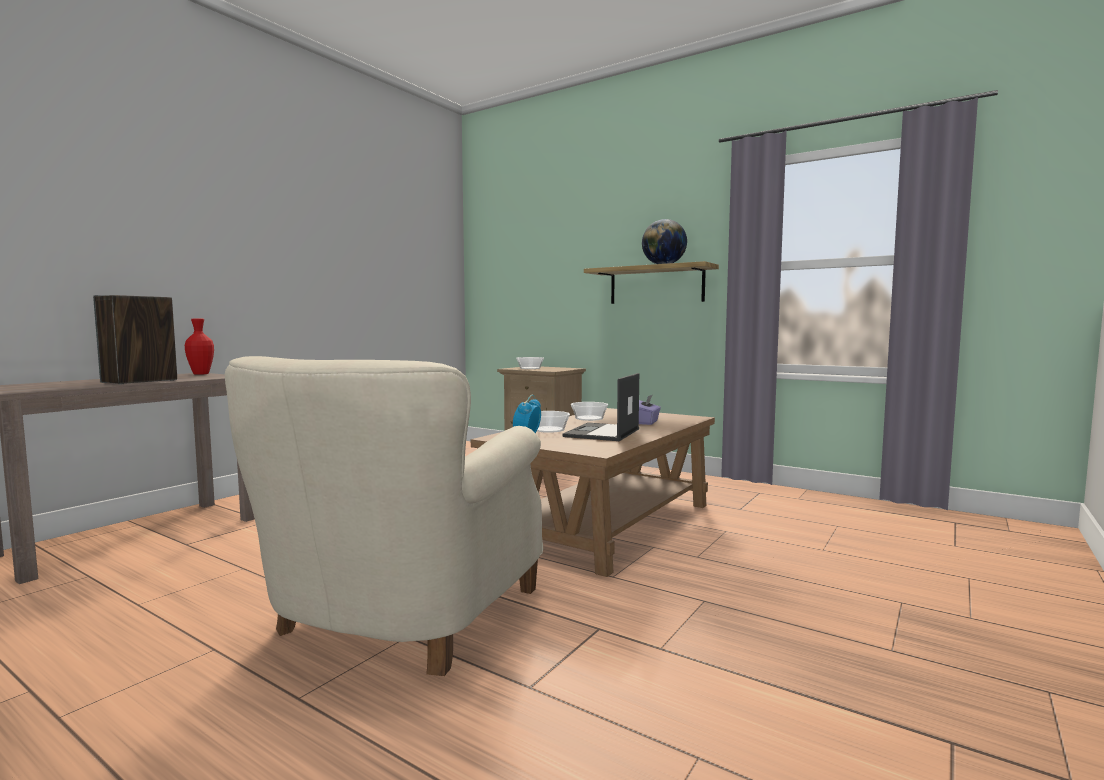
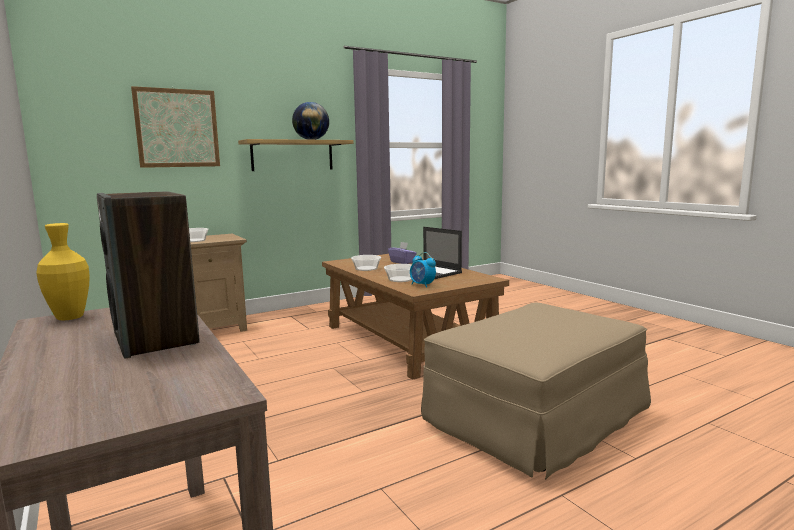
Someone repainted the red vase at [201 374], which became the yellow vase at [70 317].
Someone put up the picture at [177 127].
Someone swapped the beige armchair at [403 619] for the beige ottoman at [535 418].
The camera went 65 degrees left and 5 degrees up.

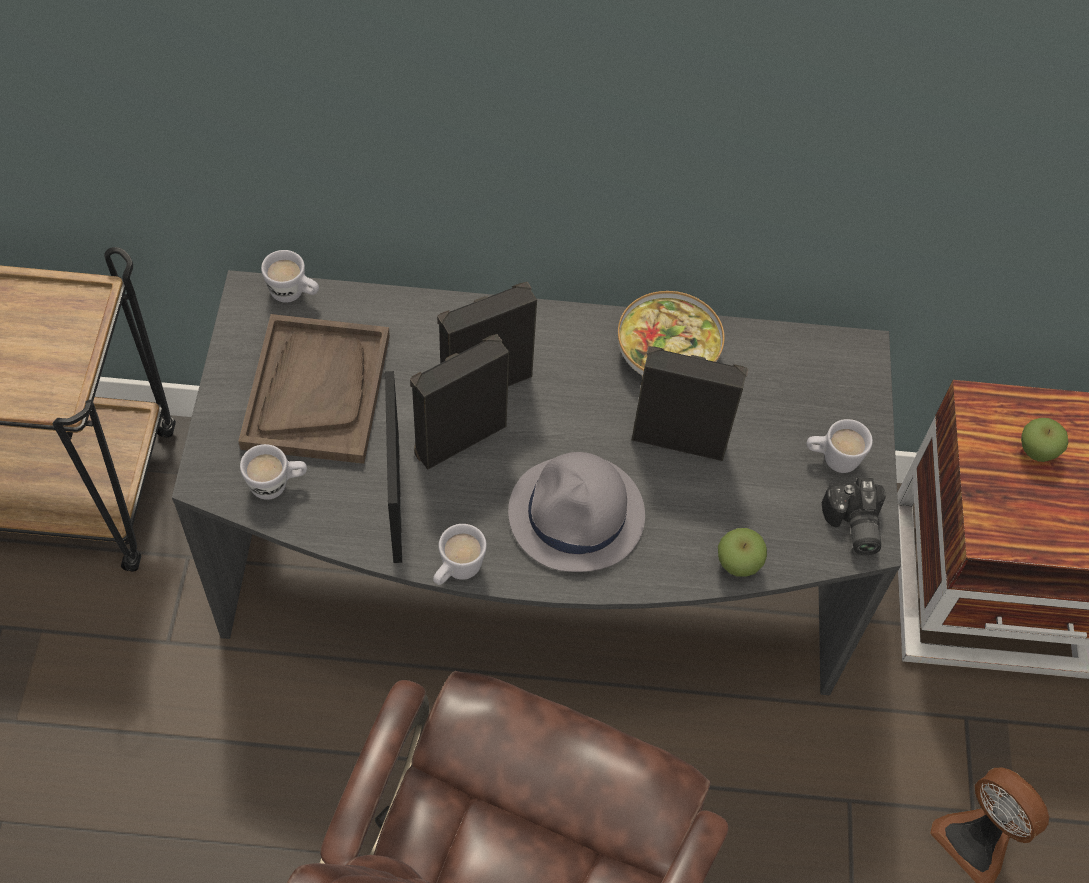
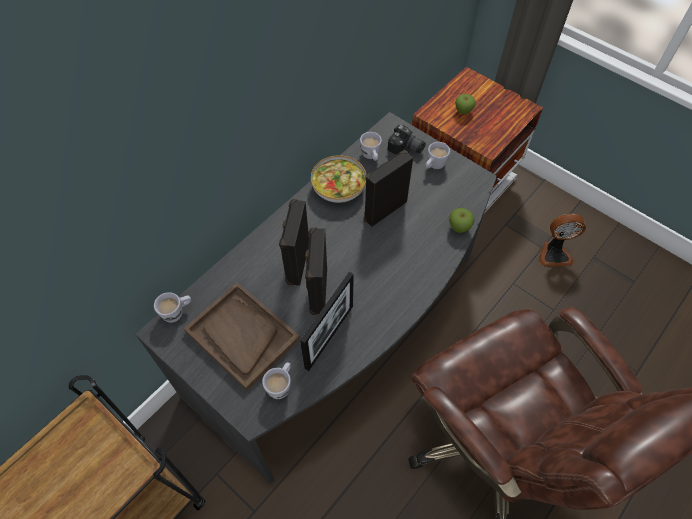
Someone rotated the picture frame at [396 498] by 90 degrees counterclockwise.
Someone carried the white mug from [456 571] to [371 156].
Someone carried the photo camera from [852 526] to [406 148].
Someone took away the grey hat at [577 515].
The camera went 50 degrees left and 0 degrees up.

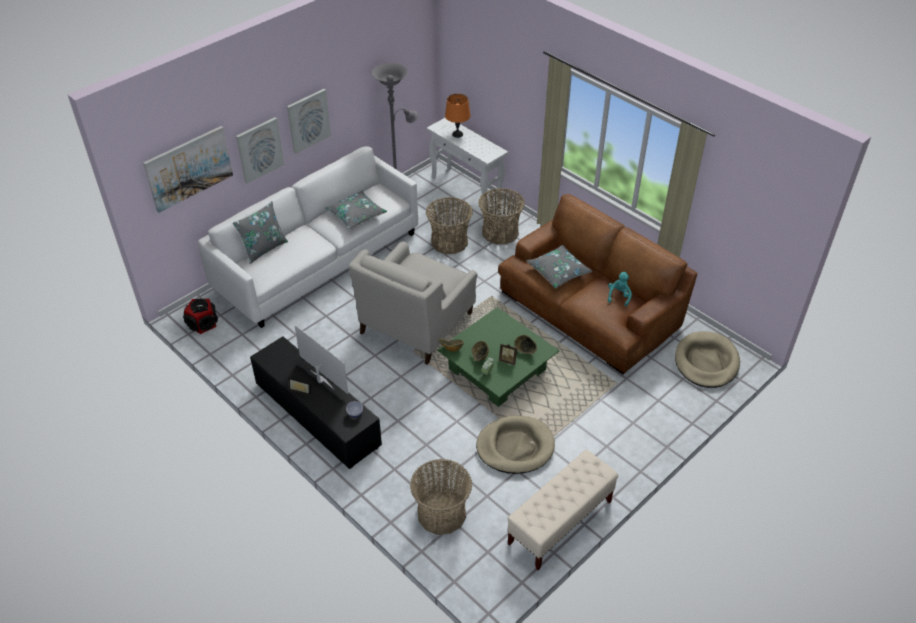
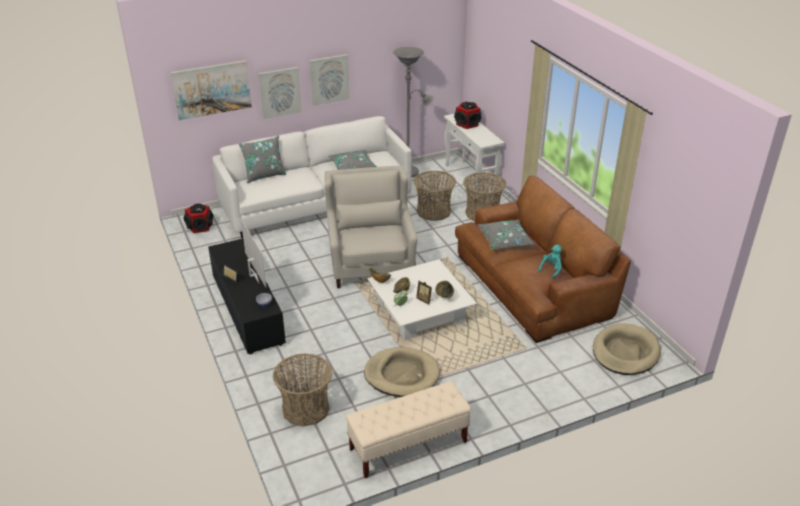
Someone rotated the white armchair at [416 322] by 120 degrees clockwise.
Someone repainted the green coffee table at [498 369], which became the white coffee table at [421 312].
Someone swapped the orange table lamp at [457 134] for the speaker at [467 124].
The camera went 20 degrees right and 10 degrees down.

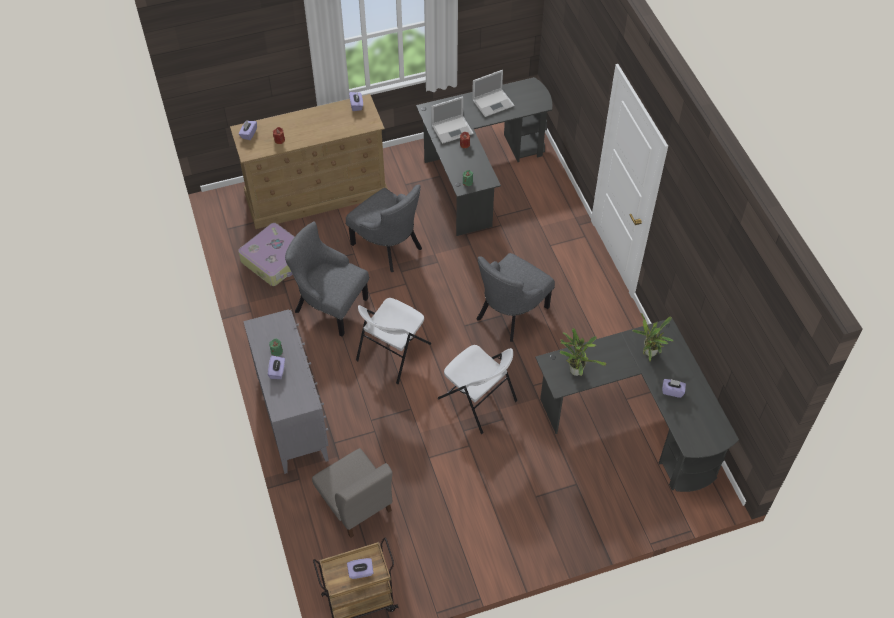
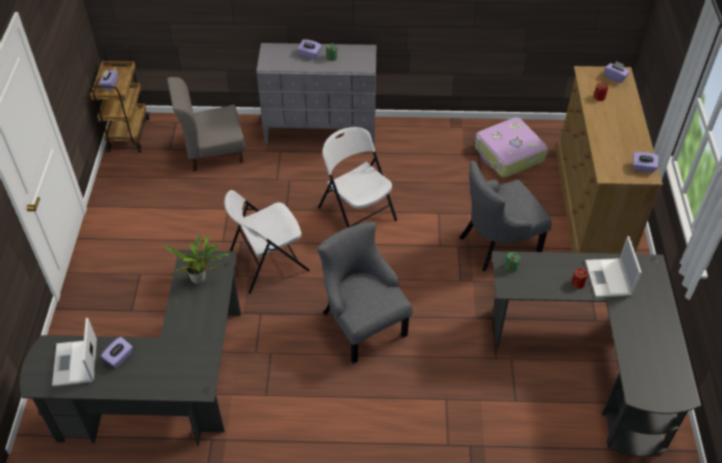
Someone carried the laptop from [493 102] to [75 364].
Someone took away the grey armchair at [331 307].
Someone took away the potted plant at [649 353].
The camera went 110 degrees right and 5 degrees down.

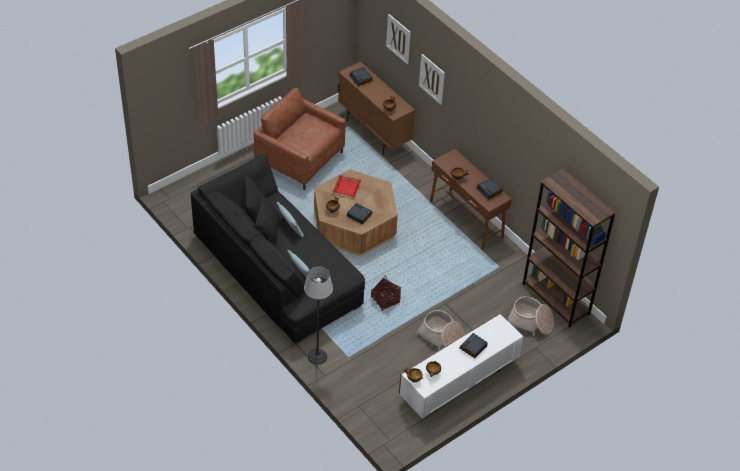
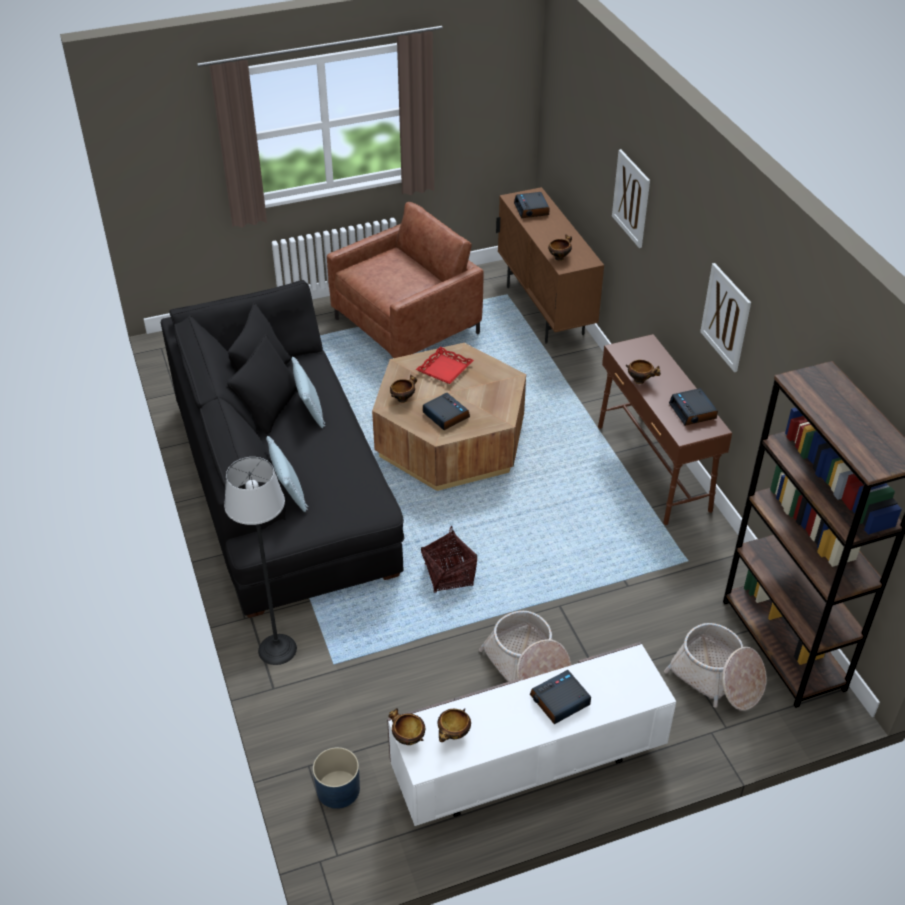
Someone put down the blue planter at [337 789].
Someone rotated the brown armchair at [300 159] by 90 degrees clockwise.
Someone carried the picture from [398 38] to [726 317].
The camera went 20 degrees right and 5 degrees down.

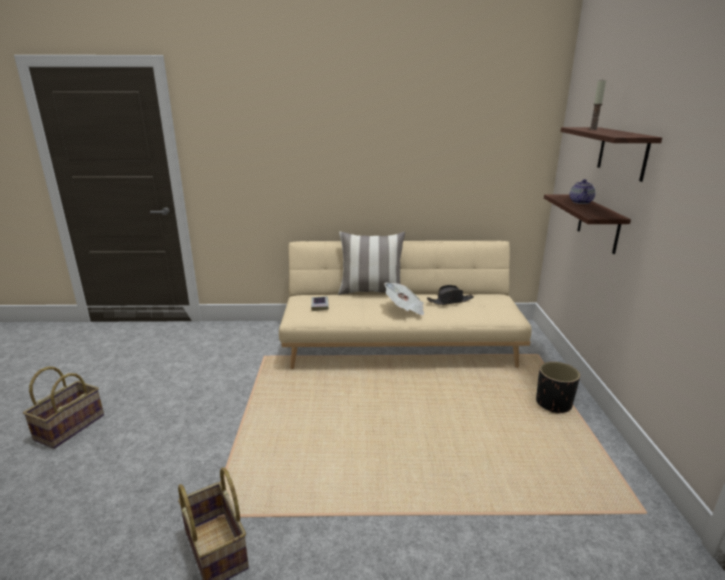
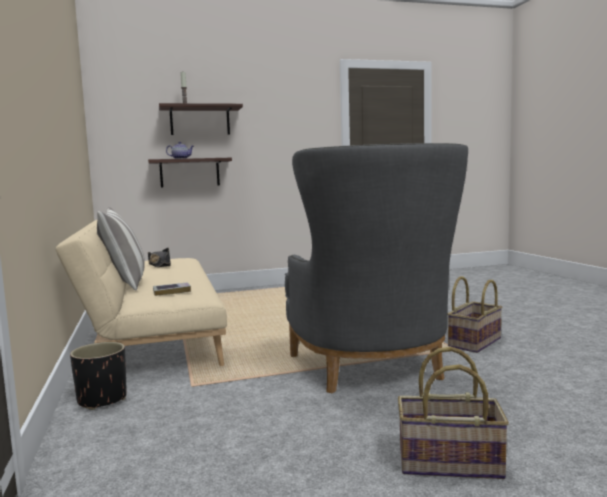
Someone carried the black planter from [554 404] to [102 399].
Someone put down the grey armchair at [374 372].
Someone took away the newspaper at [405 309].
The camera went 105 degrees left and 15 degrees down.

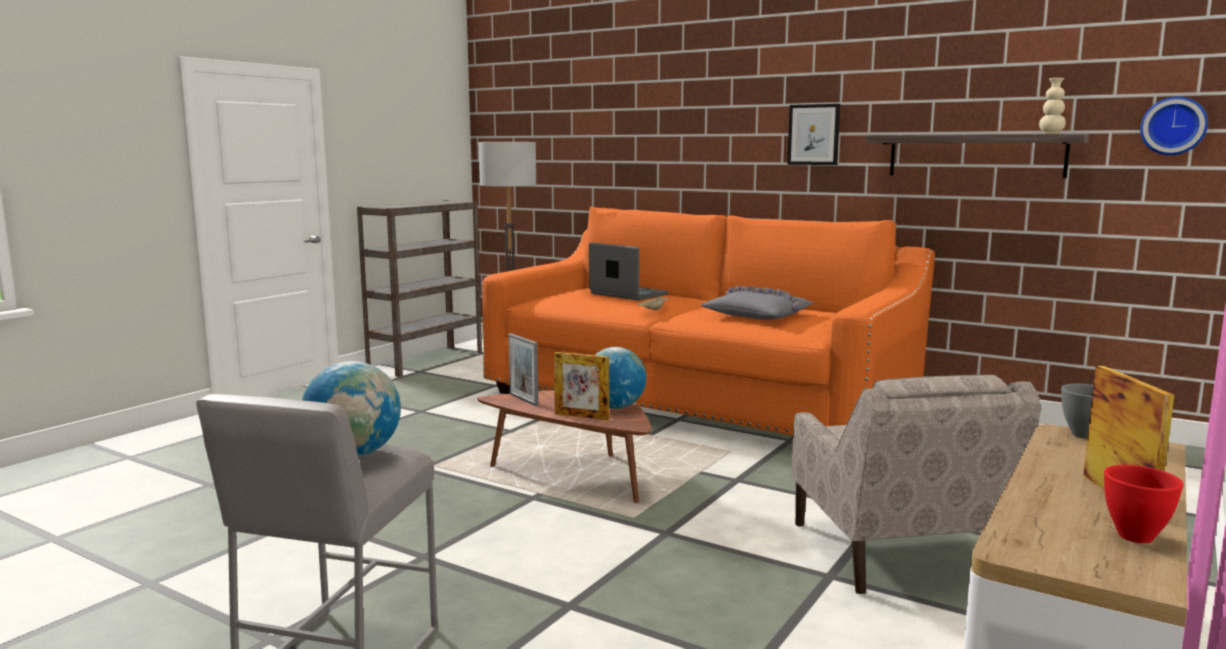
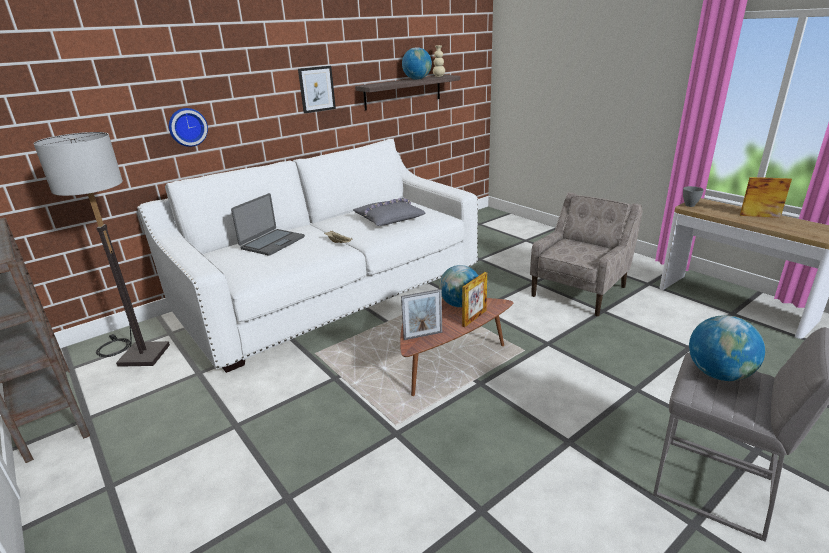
Someone repainted the orange sofa at [697 401], which became the white sofa at [332 292].
Someone carried the wall clock from [1173 126] to [187 127].
Someone rotated the laptop at [628 294] by 150 degrees clockwise.
Someone put down the globe at [417 79].
Someone rotated the beige armchair at [894 552] by 60 degrees counterclockwise.
Someone took away the red bowl at [1137 536].
The camera went 70 degrees left and 15 degrees up.

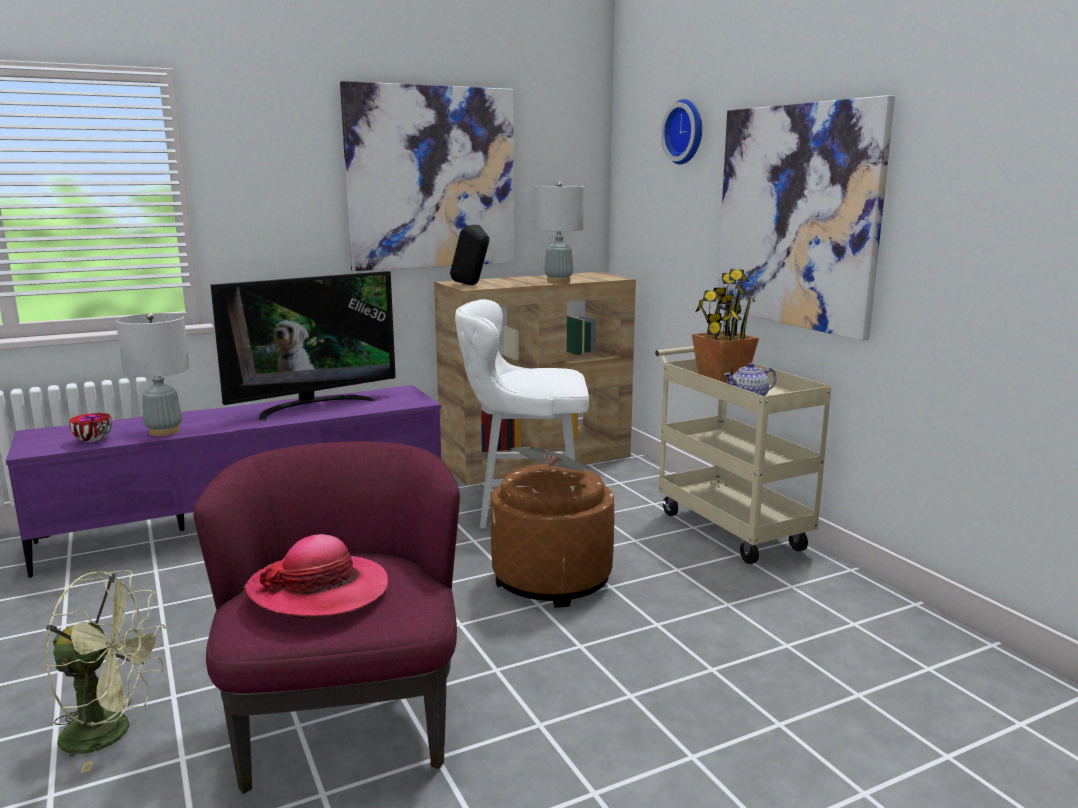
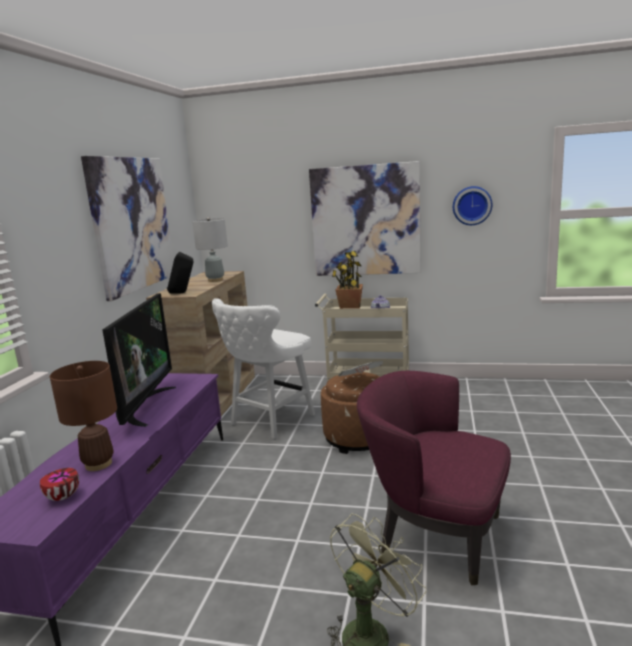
Someone repainted the grey table lamp at [164 431], which became the brown table lamp at [99 464].
Someone carried the wall clock from [686 132] to [472 205].
Someone took away the hat at [319 590].
The camera went 50 degrees left and 0 degrees up.

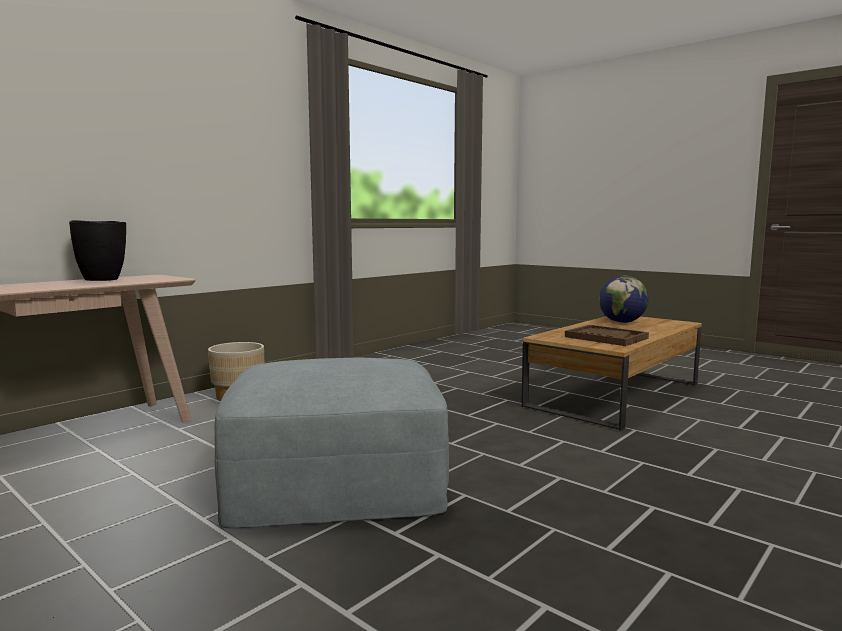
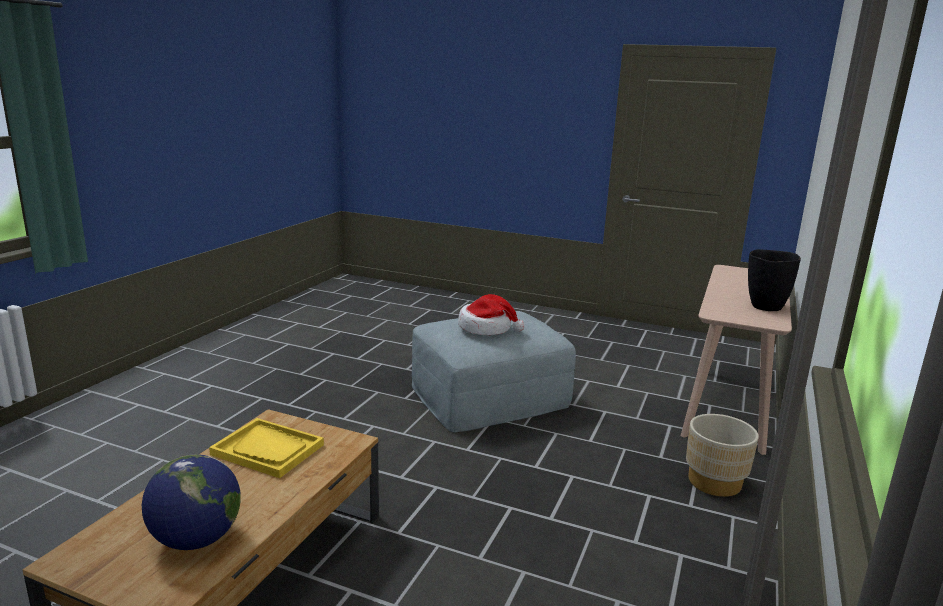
Someone repainted the brown tray at [605 337], which became the yellow tray at [268 450].
Someone put down the hat at [486 328].
The camera went 160 degrees right and 10 degrees up.

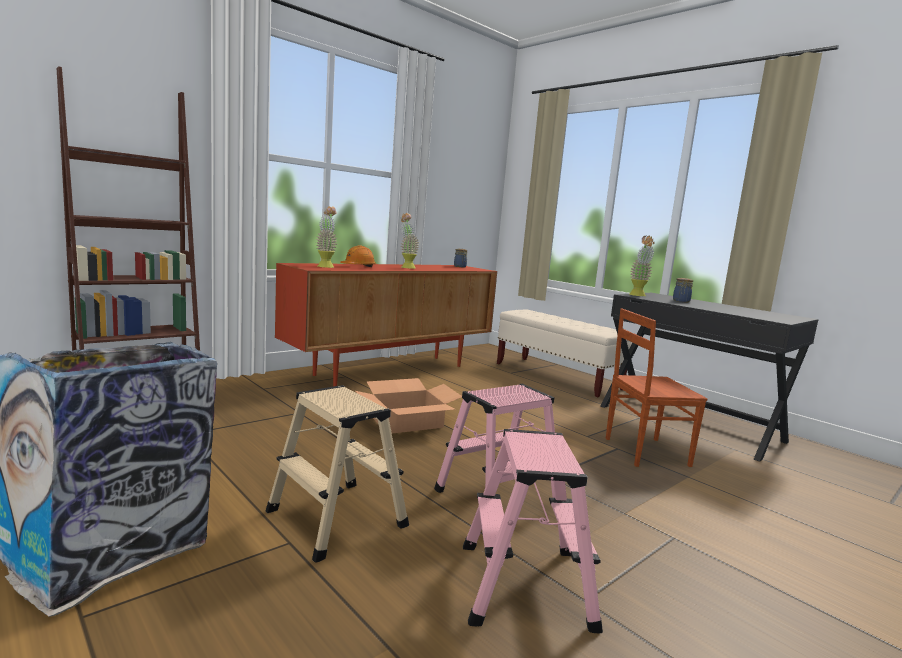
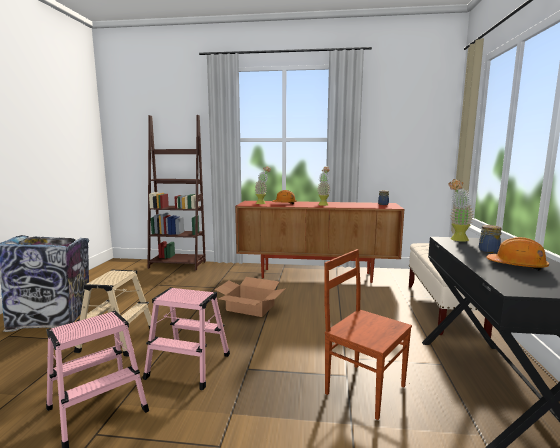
Someone put down the orange hard hat at [517 266].
The camera went 50 degrees right and 0 degrees up.

